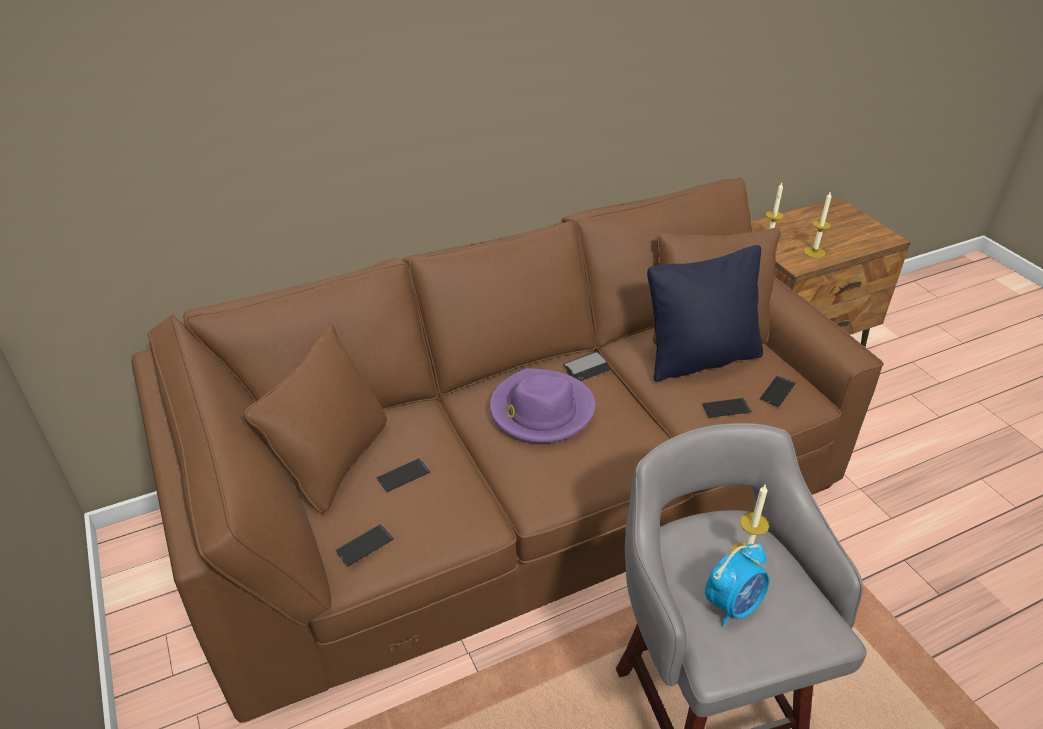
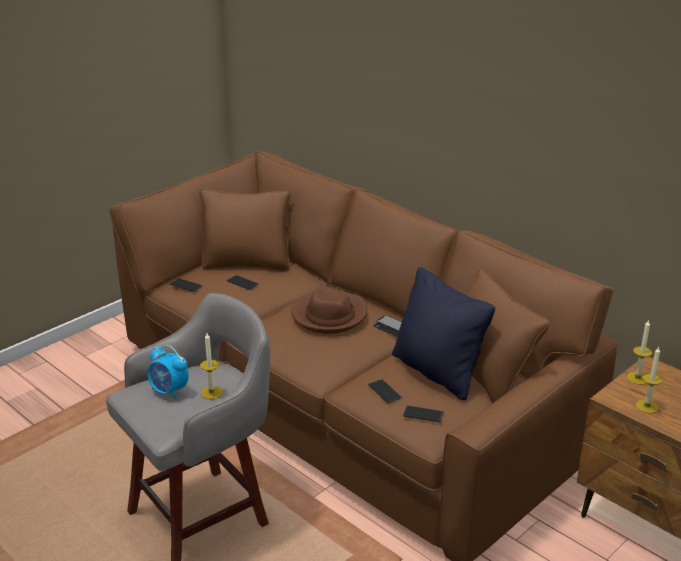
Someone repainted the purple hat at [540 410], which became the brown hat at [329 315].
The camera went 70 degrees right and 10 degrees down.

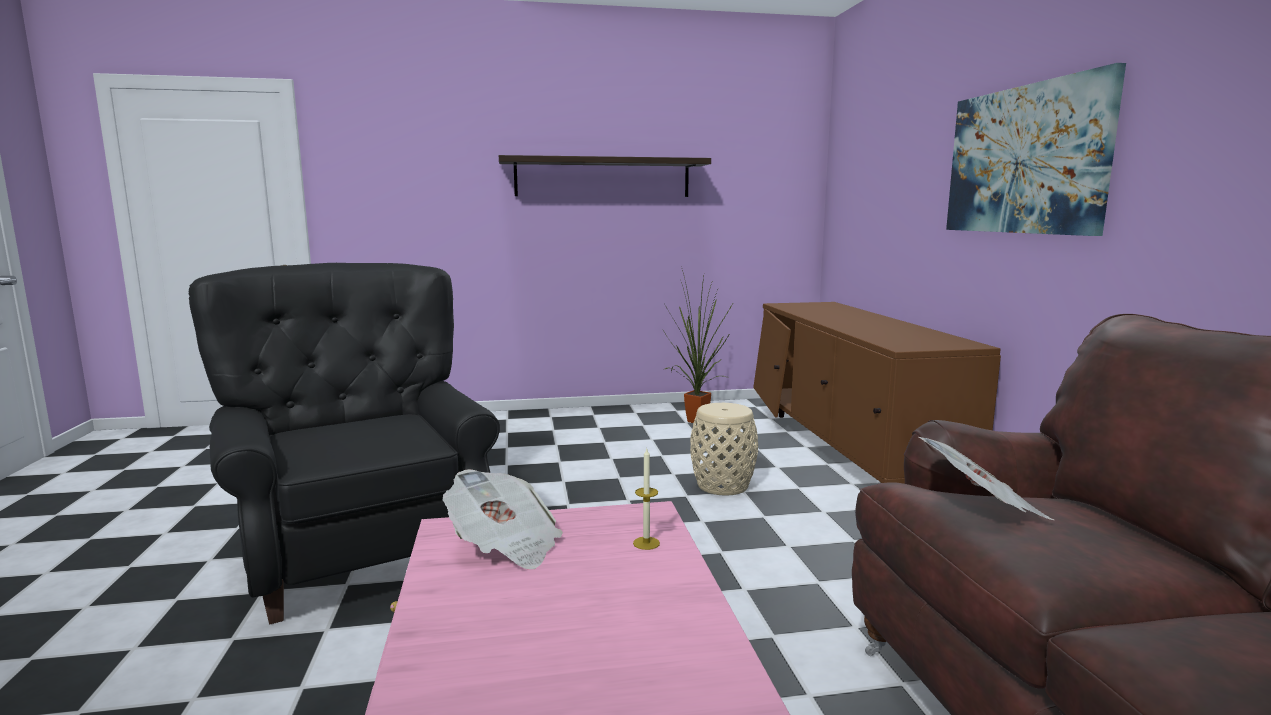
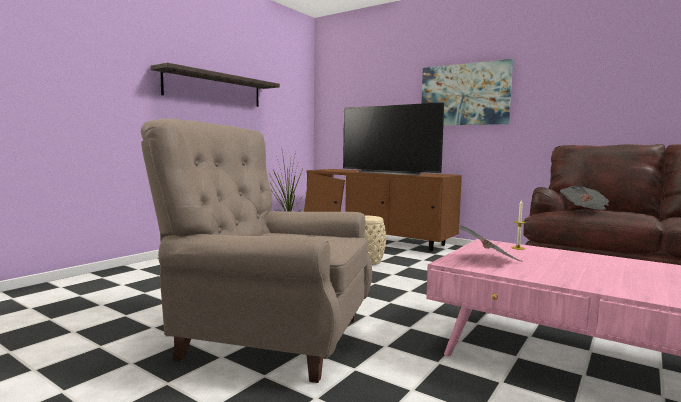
Someone repainted the black armchair at [363 548], which became the beige armchair at [266 336].
Someone put down the television at [390 173].
The camera went 45 degrees left and 5 degrees down.

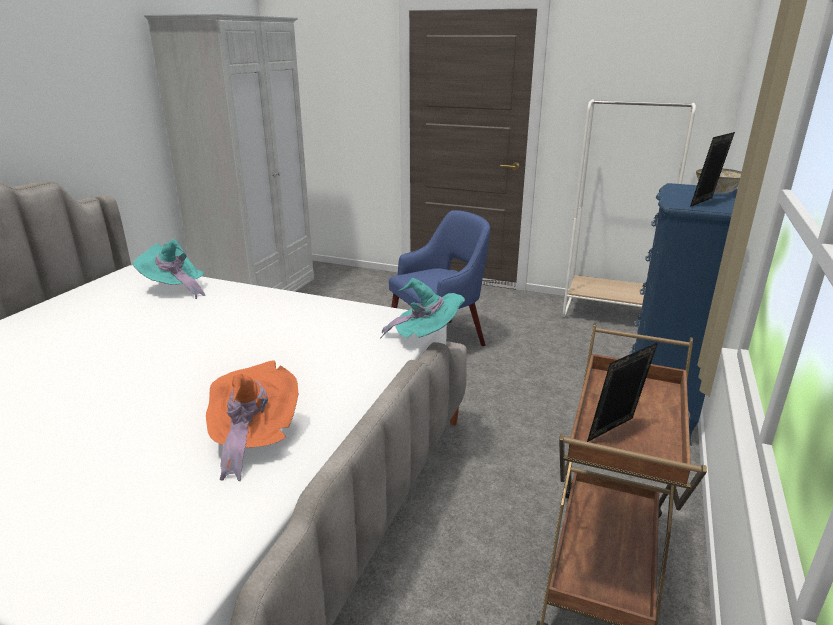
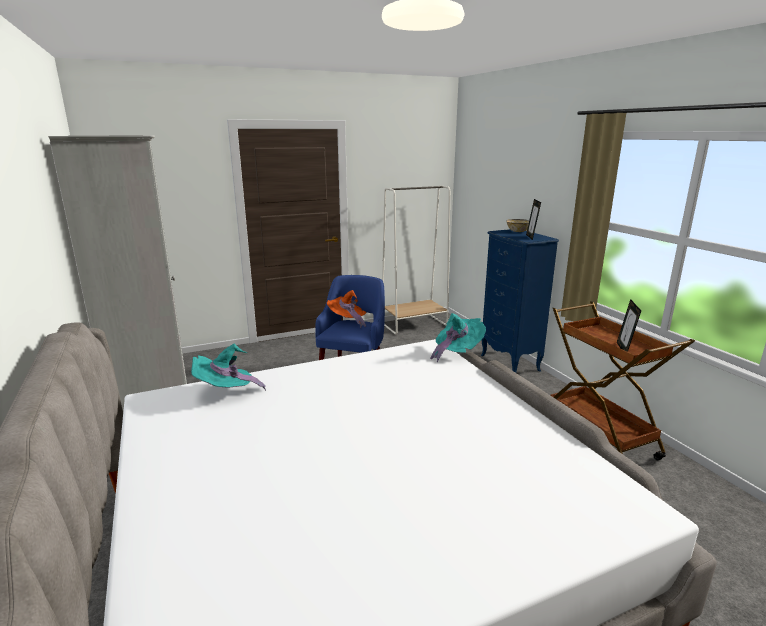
Someone carried the orange hat from [252 438] to [347 320].
The camera went 45 degrees left and 5 degrees down.

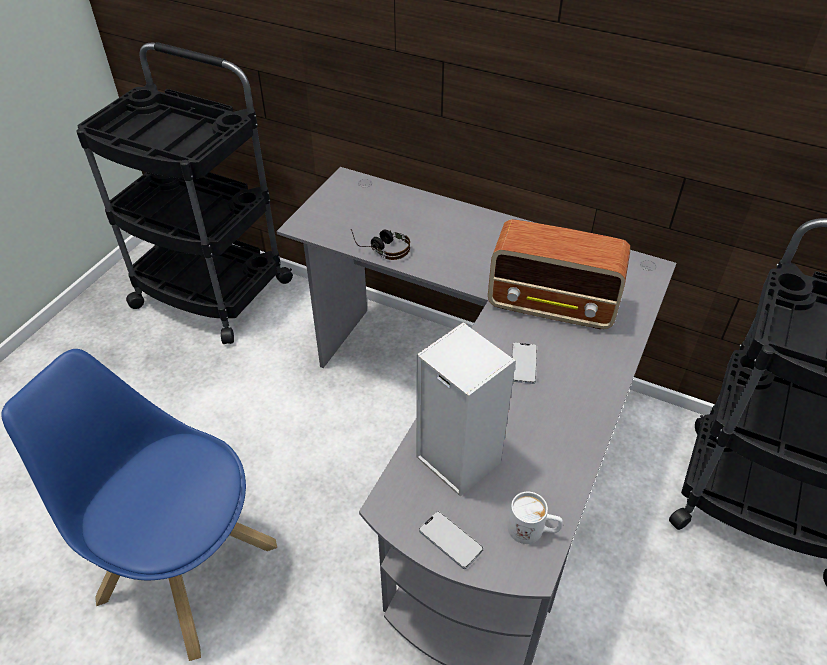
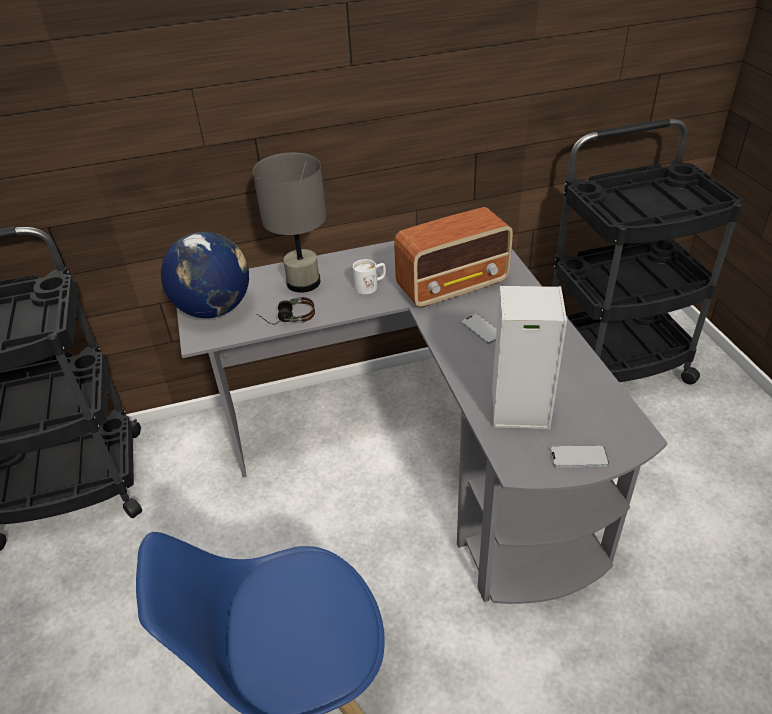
Someone put down the globe at [214 309].
Someone put down the grey table lamp at [304 283].
Someone carried the white mug from [533 530] to [371 286].
The camera went 40 degrees left and 5 degrees down.

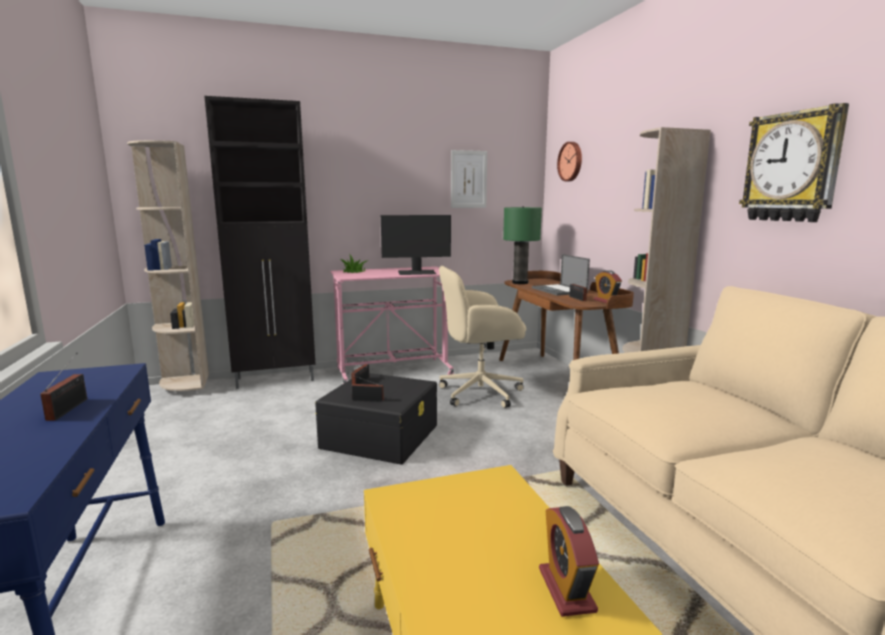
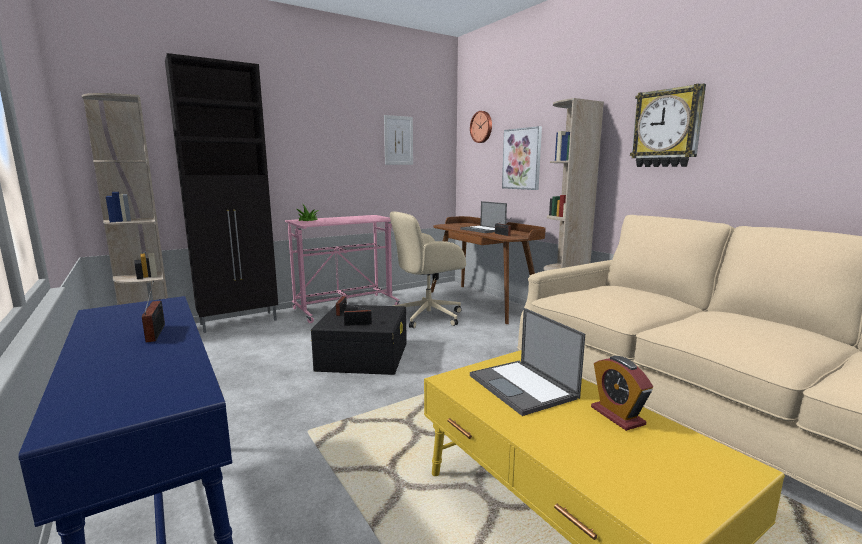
Someone put down the laptop at [523 387].
Someone put up the picture at [522 159].
Someone took away the monitor at [417 272].
Someone took away the green table lamp at [519 283].
Someone took away the alarm clock at [606 301].
The camera went 15 degrees left and 0 degrees up.

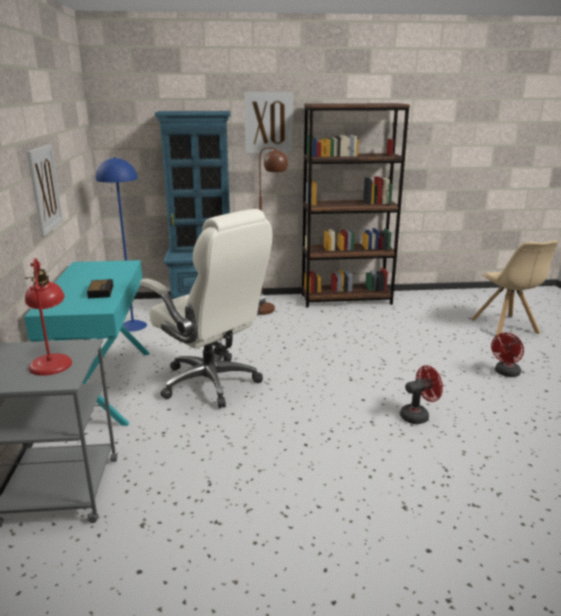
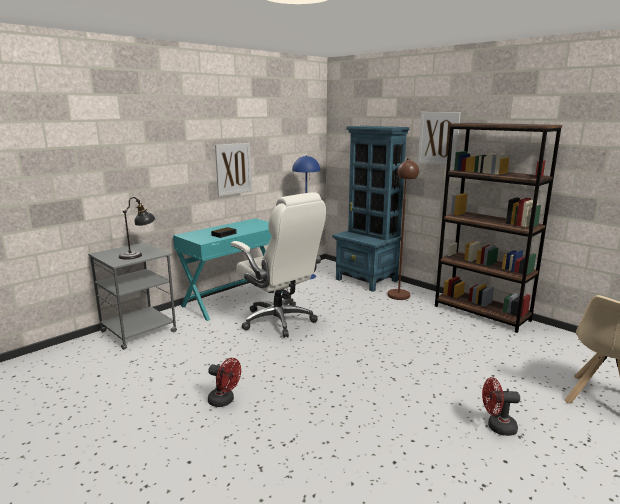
Someone repainted the red table lamp at [51 357], which became the grey table lamp at [138 253].
Someone carried the red fan from [418 415] to [224 401].
Someone rotated the white office chair at [211 383] by 45 degrees counterclockwise.
The camera went 50 degrees right and 5 degrees down.

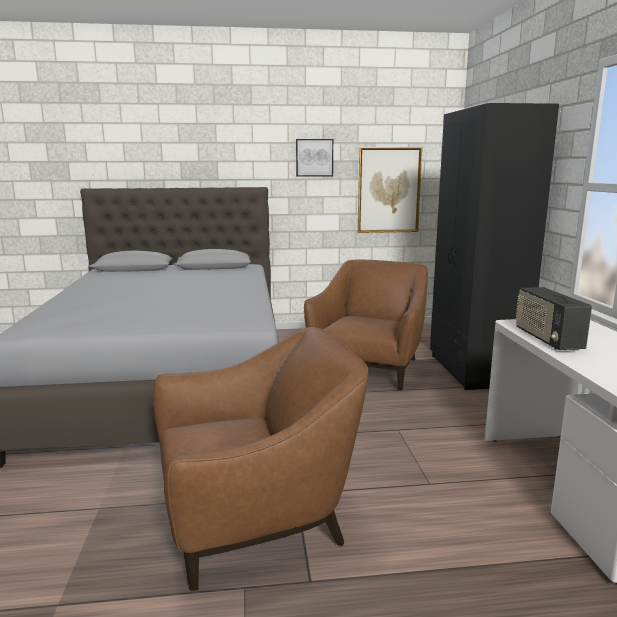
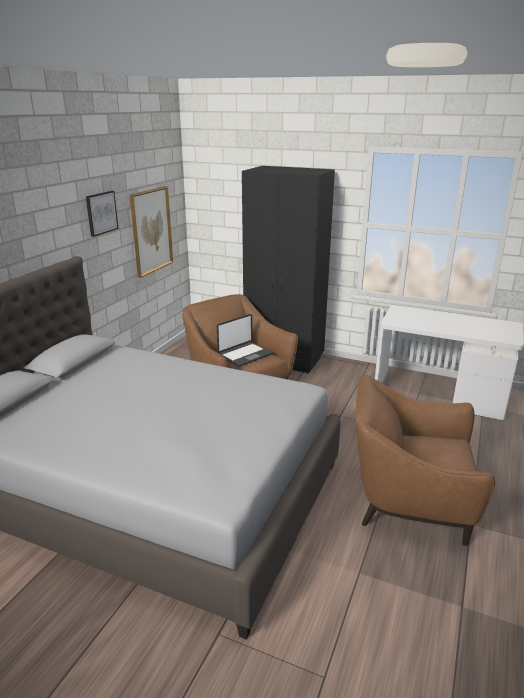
Someone put down the laptop at [244 355].
Someone rotated the brown armchair at [256 518] by 90 degrees counterclockwise.
Someone took away the radio at [547 339].
The camera went 60 degrees left and 10 degrees up.

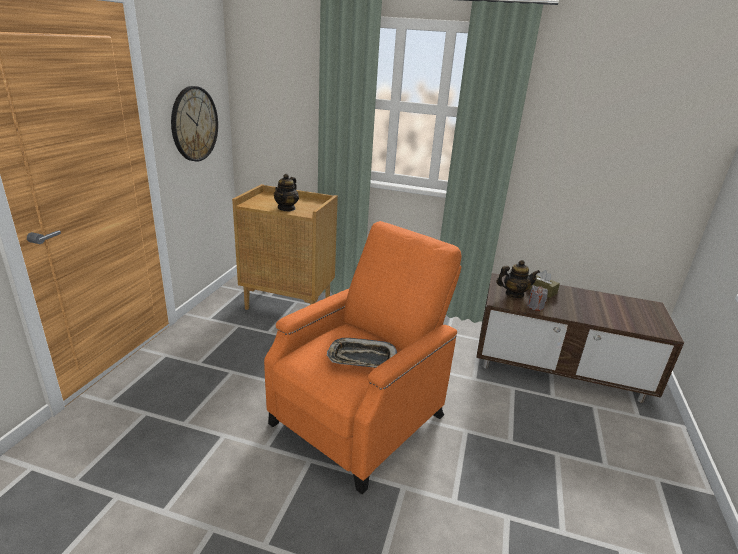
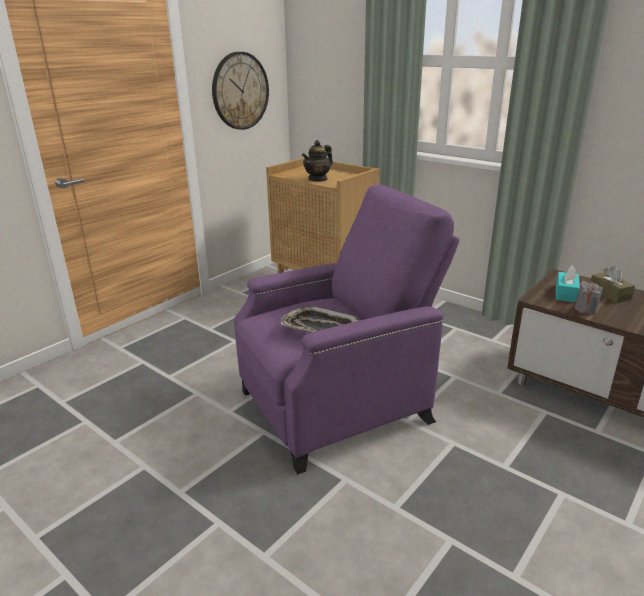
Someone repainted the orange armchair at [363 417], which became the purple armchair at [341 405].
Someone swapped the teapot at [514 294] for the turquoise tissue box at [566 293].
The camera went 25 degrees right and 0 degrees up.

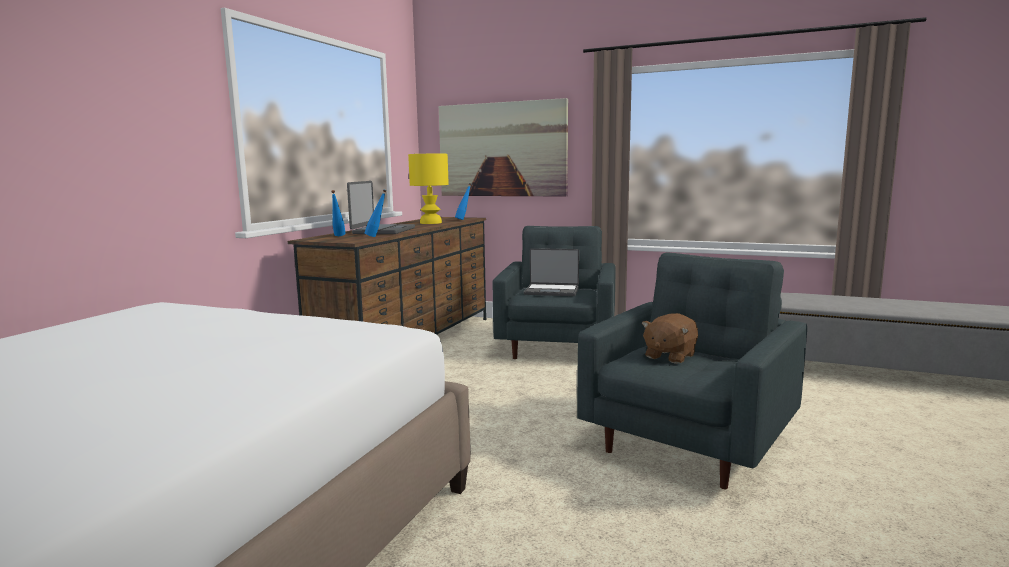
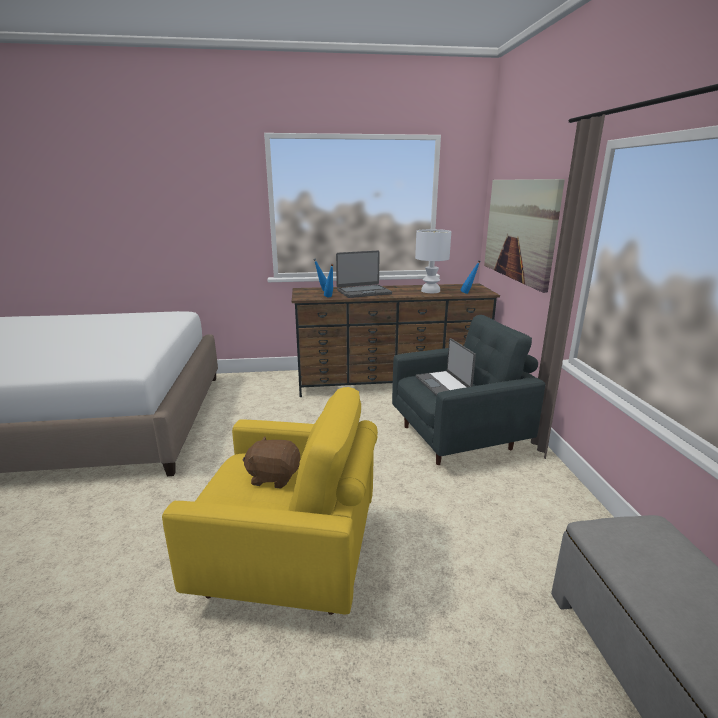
Someone repainted the grey armchair at [691 442], which became the yellow armchair at [290 560].
Someone repainted the yellow table lamp at [430 223], which became the white table lamp at [430 291].
The camera went 60 degrees right and 10 degrees up.

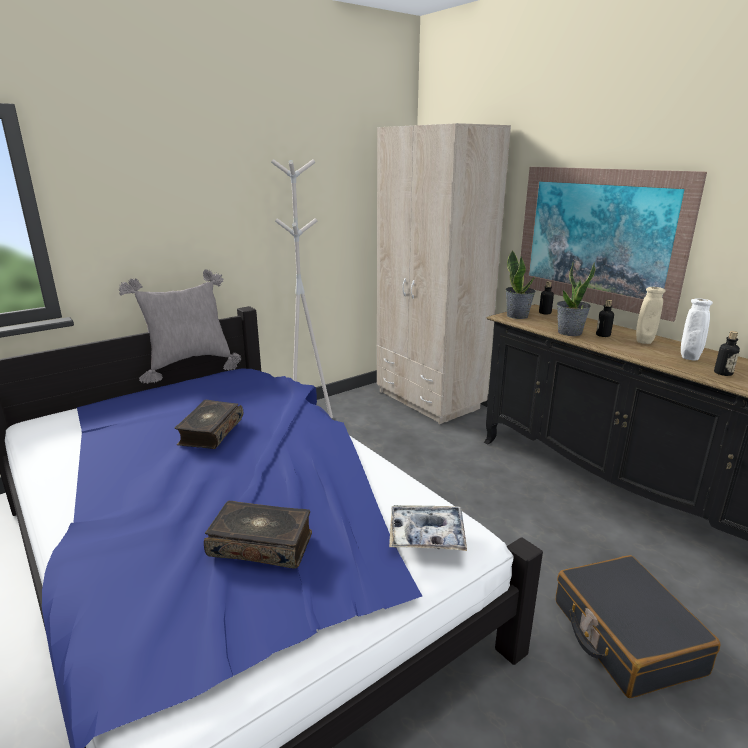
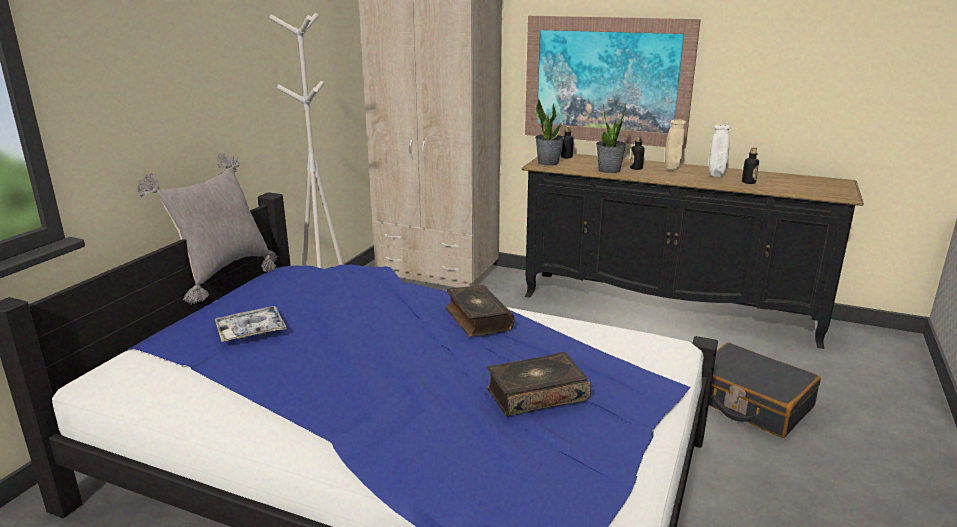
Someone carried the tray from [427 535] to [251 331].
Someone carried the book from [210 432] to [477 319].
The camera went 30 degrees left and 0 degrees up.

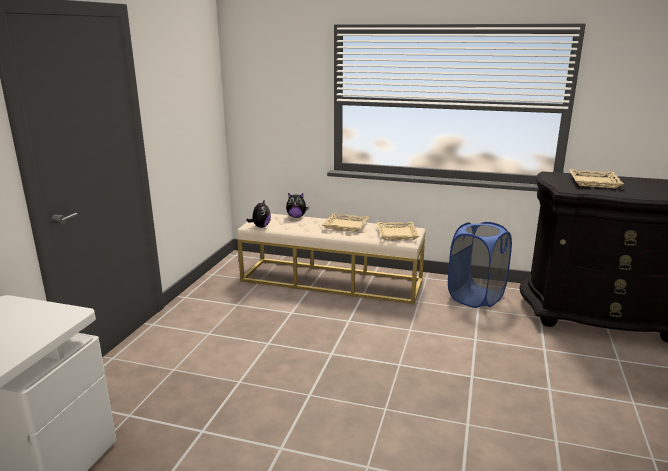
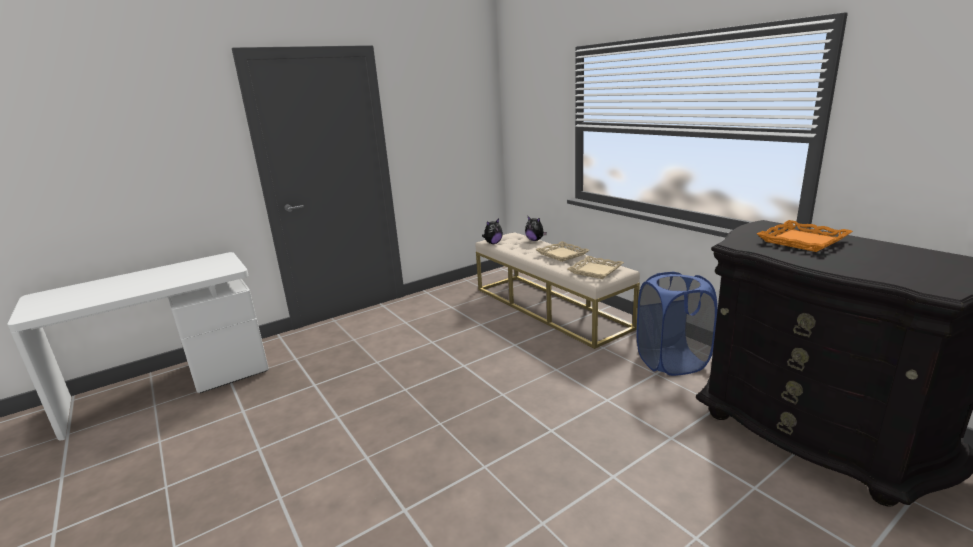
Someone repainted the beige tray at [593 182], which became the orange tray at [802 241].
The camera went 40 degrees right and 0 degrees up.

